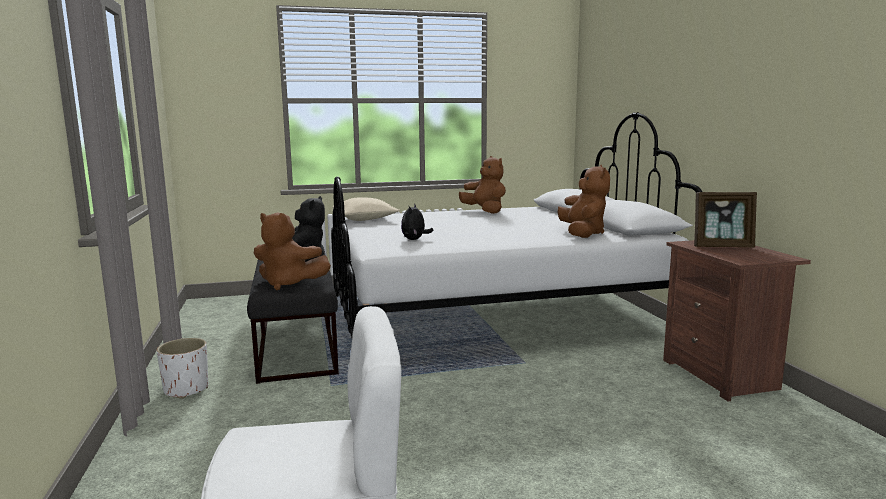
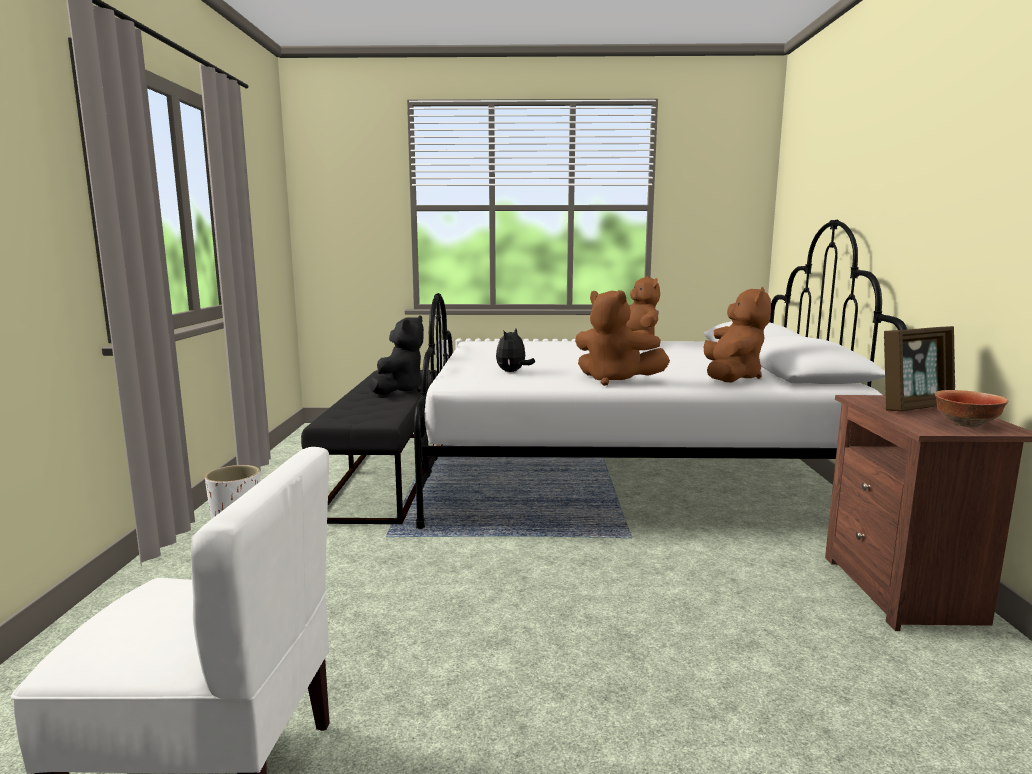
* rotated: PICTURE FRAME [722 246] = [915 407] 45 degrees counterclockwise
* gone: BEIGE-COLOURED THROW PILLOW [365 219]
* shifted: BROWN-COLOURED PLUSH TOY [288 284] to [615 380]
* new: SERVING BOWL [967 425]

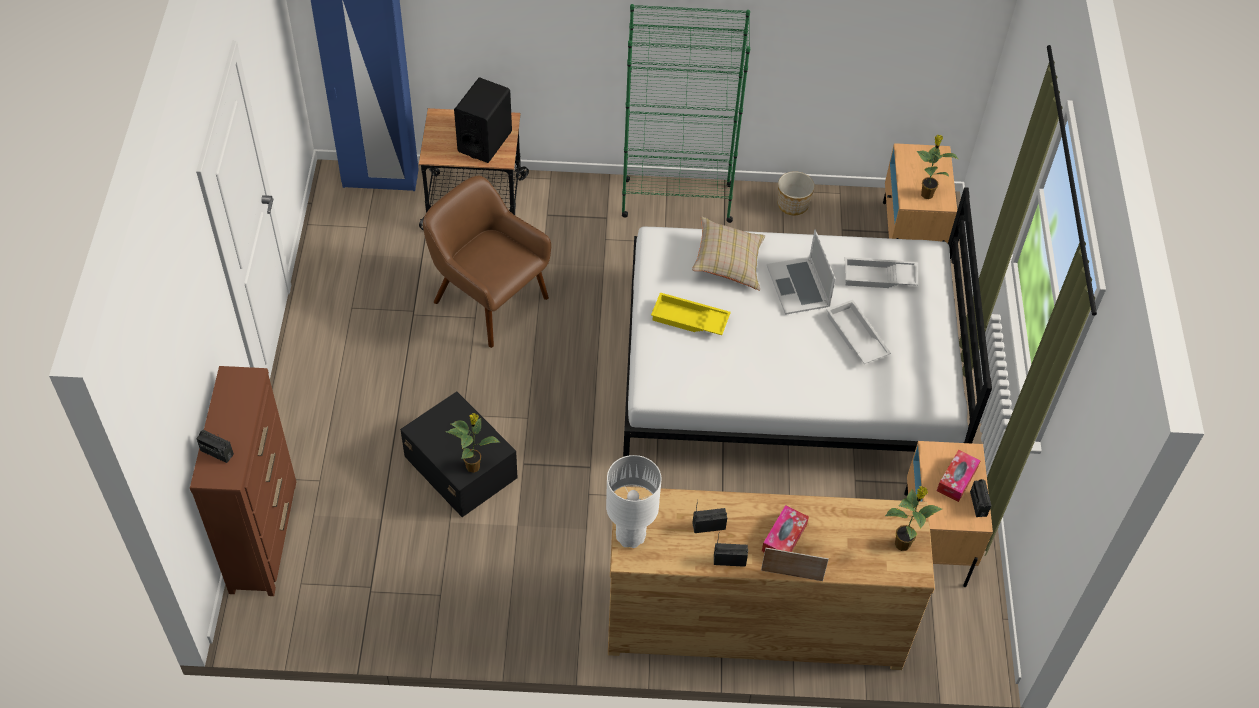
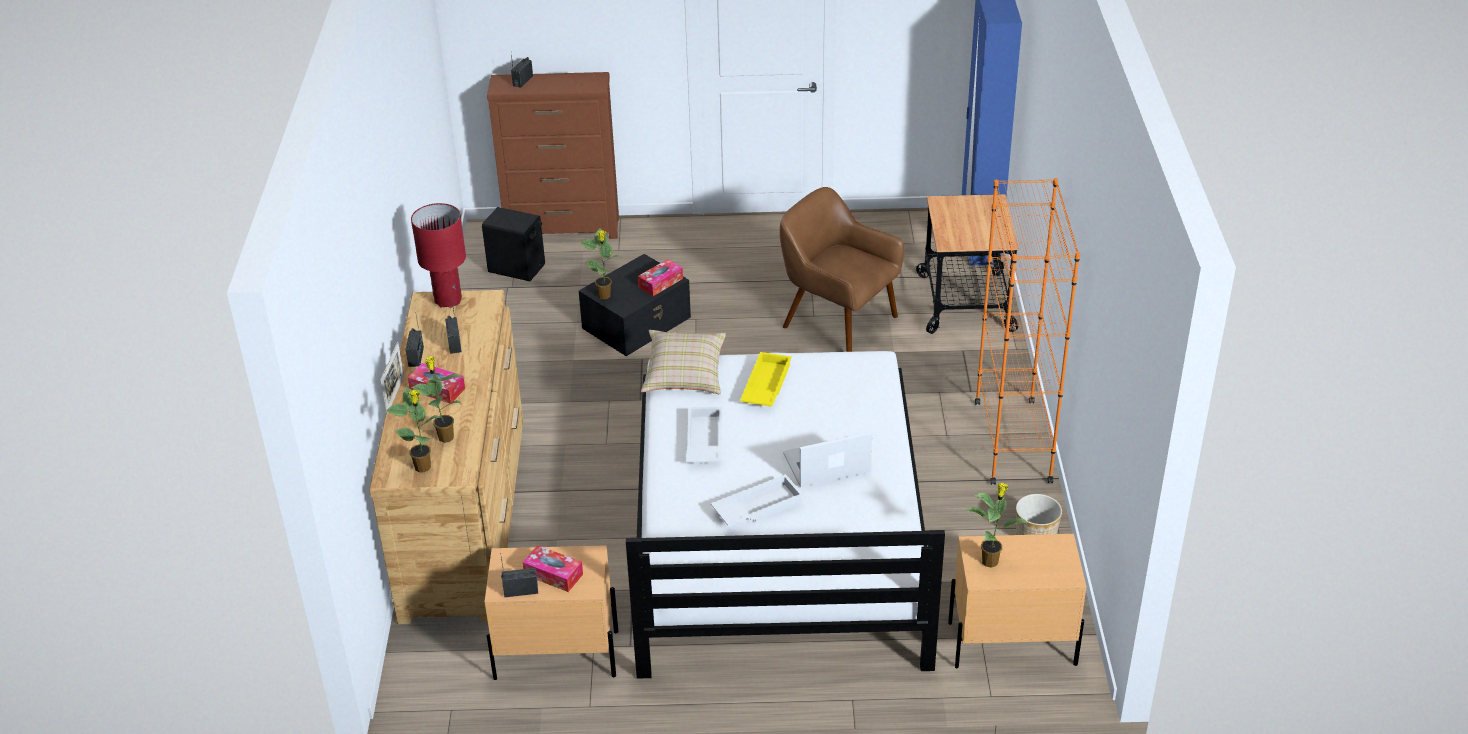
* repainted: GREENISH BOOKSHELF [676 200] to ORANGE-COLOURED BOOKSHELF [1012 441]
* shifted: BLACKISH AUDIO SPEAKER [485 141] to [517 268]
* rotated: BROWN-COLOURED LOUNGE CHAIR [489 300] = [837 322] 90 degrees counterclockwise
* shifted: BEIGE-COLOURED THROW PILLOW [728 263] to [684 375]
* shifted: WHITISH CARRYING TRAY [878 278] to [703 441]
* repainted: WHITISH TABLETOP LAMP [630 535] to REDDISH TABLETOP LAMP [448 300]
* new: TISSUE HOLDER [660 283]
* new: PLANT IN A POT [445 437]

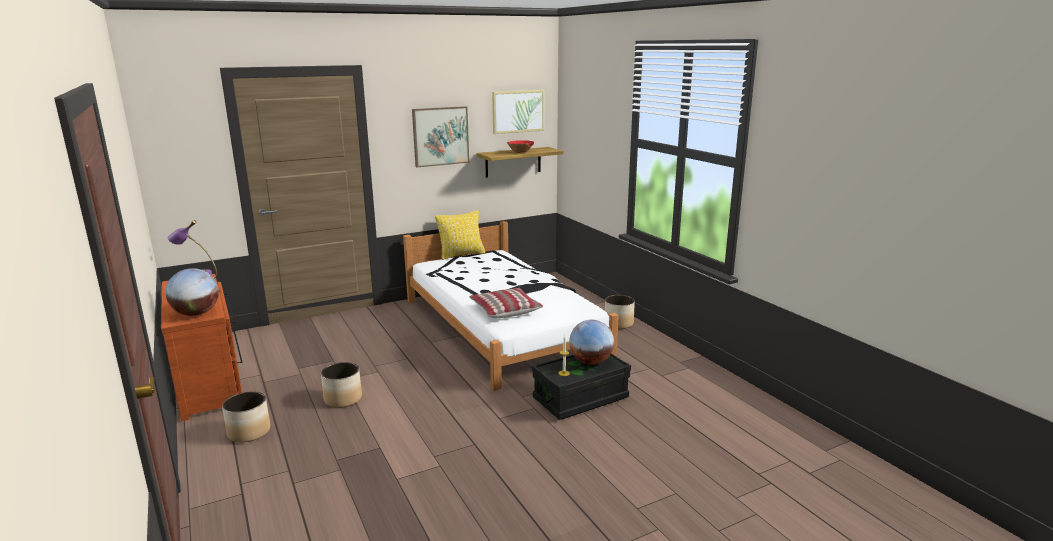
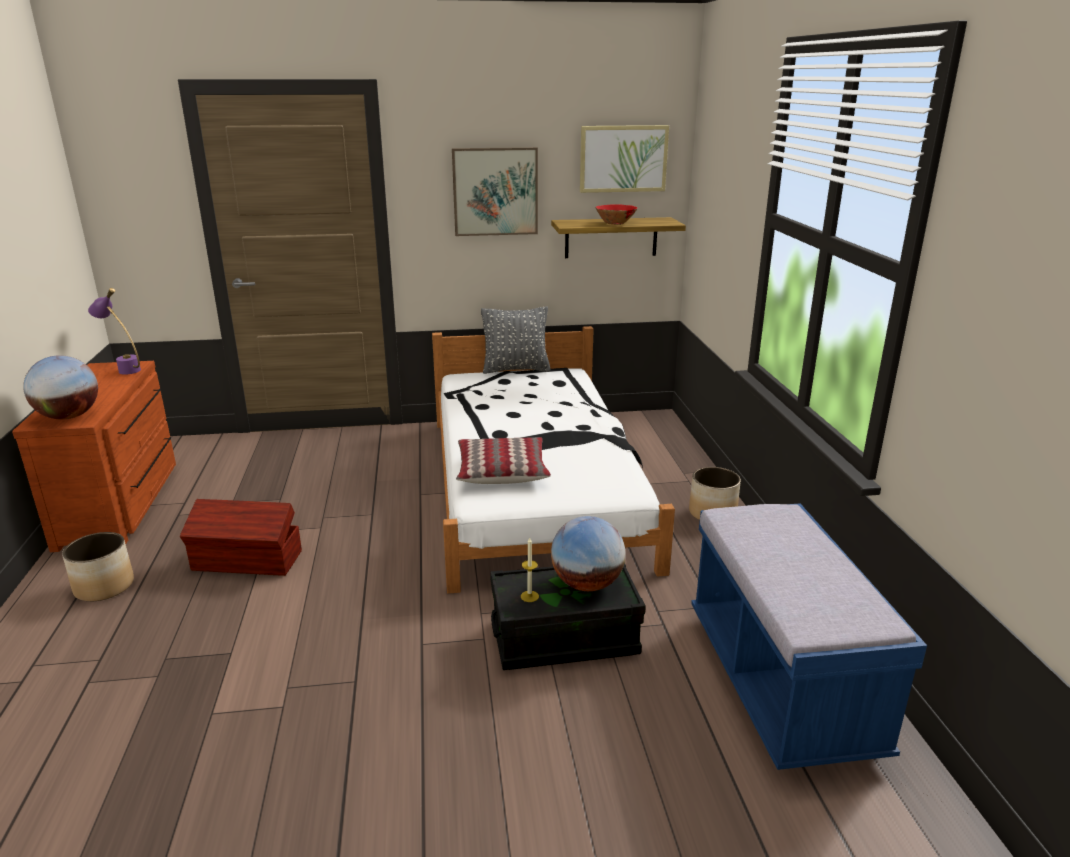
* repainted: YELLOW THROW PILLOW [461 255] to GRAY THROW PILLOW [516 369]
* swapped: FLOWER POT [343 399] to BROWN-COLOURED STORAGE CONTAINER [247 561]
* new: BLUE-COLOURED INDOOR BENCH [780 683]

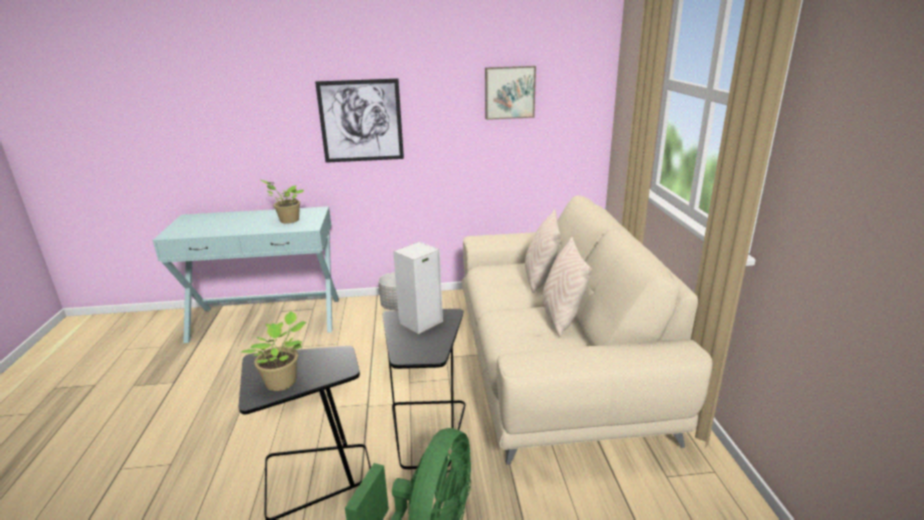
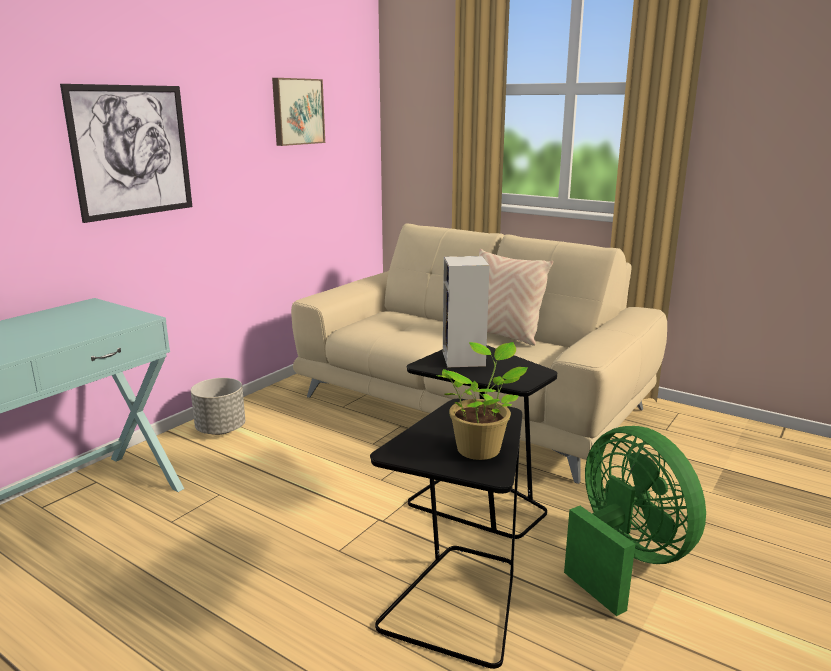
* gone: PLANT IN A POT [288 220]
* gone: BEIGE-COLOURED THROW PILLOW [540 279]

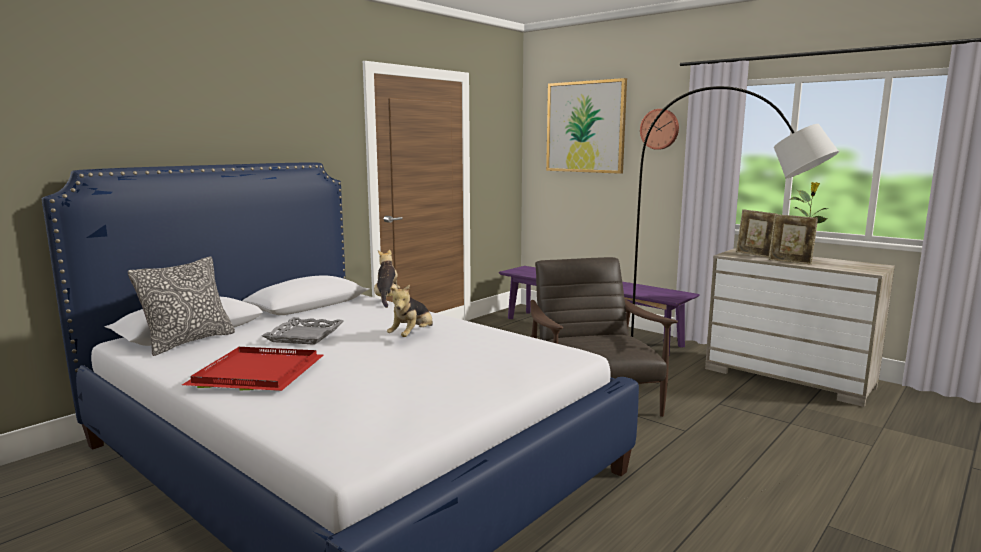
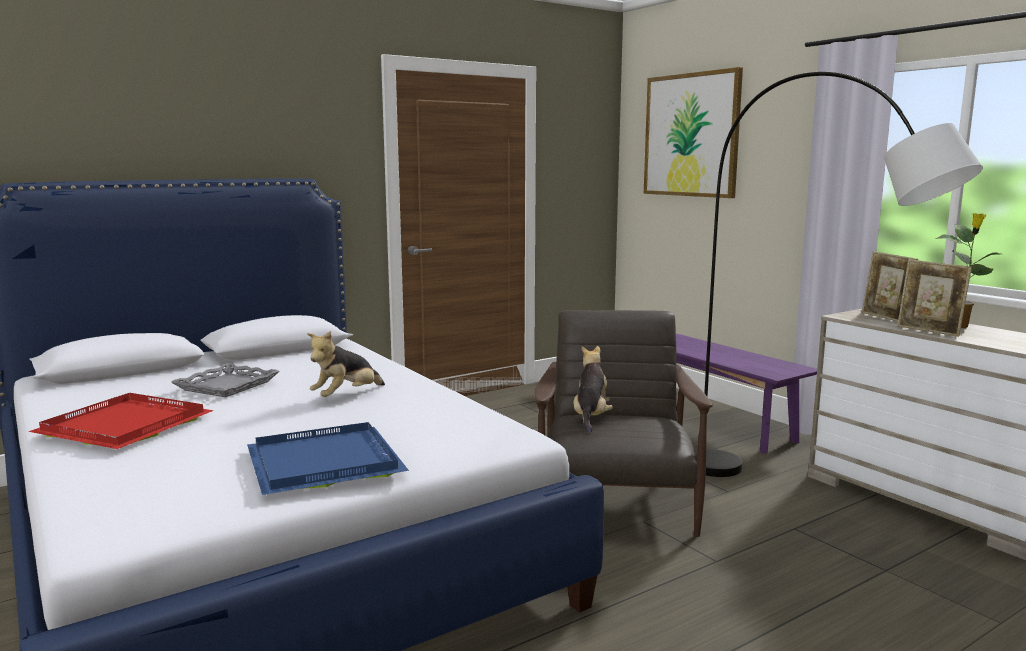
* gone: CLOCK ON THE WALL [660 129]
* shifted: PLUSH TOY [387 299] to [591 417]
* gone: THROW PILLOW [188 341]
* new: BLUE-COLOURED CARRYING TRAY [328 463]

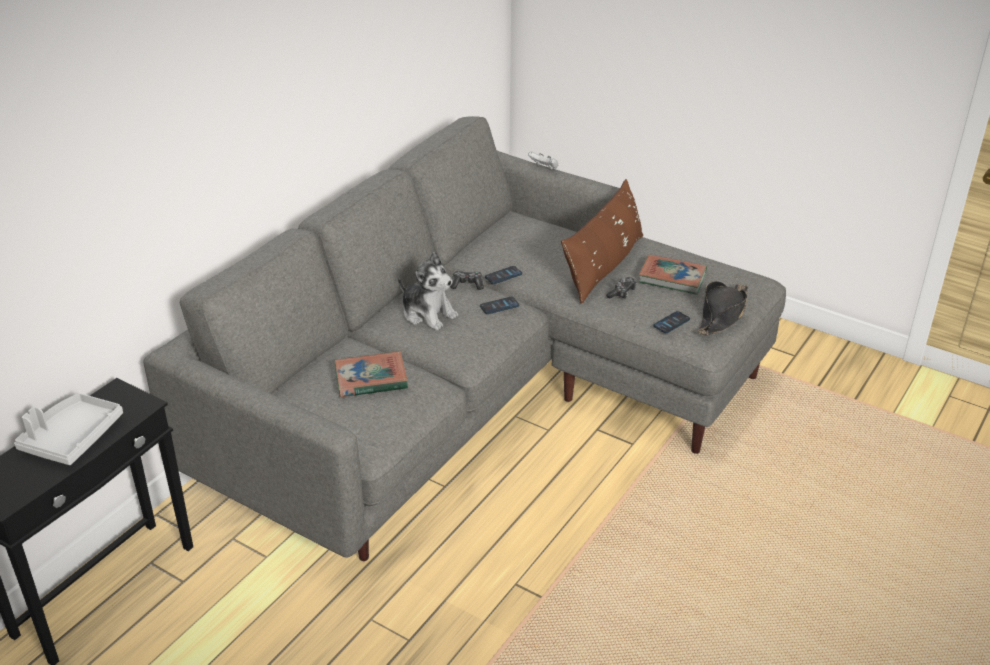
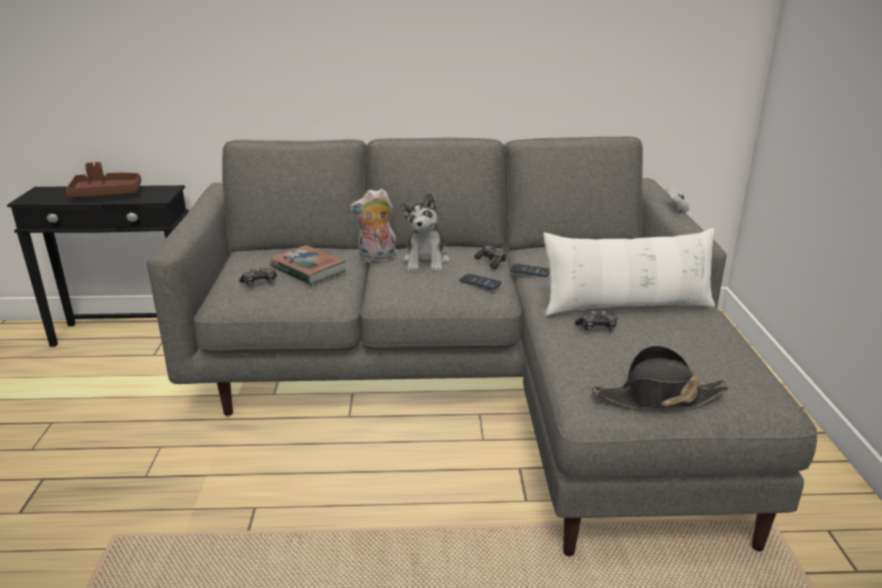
* repainted: BROWN-COLOURED THROW PILLOW [604 266] to WHITISH THROW PILLOW [626 306]
* gone: BOUND BOOK [672 278]
* gone: HANDSET [671 323]
* repainted: GRAY CARRYING TRAY [72 438] to BROWN-COLOURED CARRYING TRAY [106 194]
* new: PLUSH TOY [376 259]
* new: GAMEPAD [259 282]

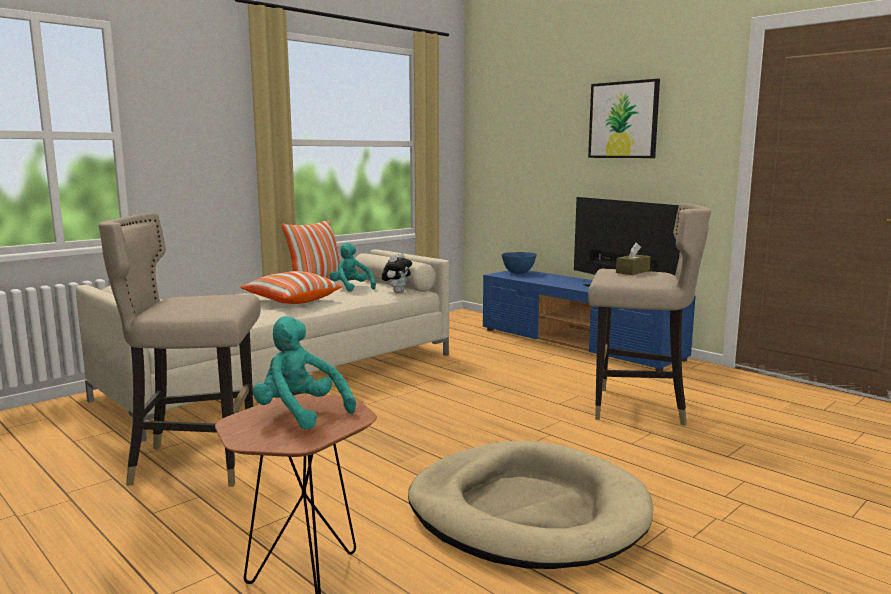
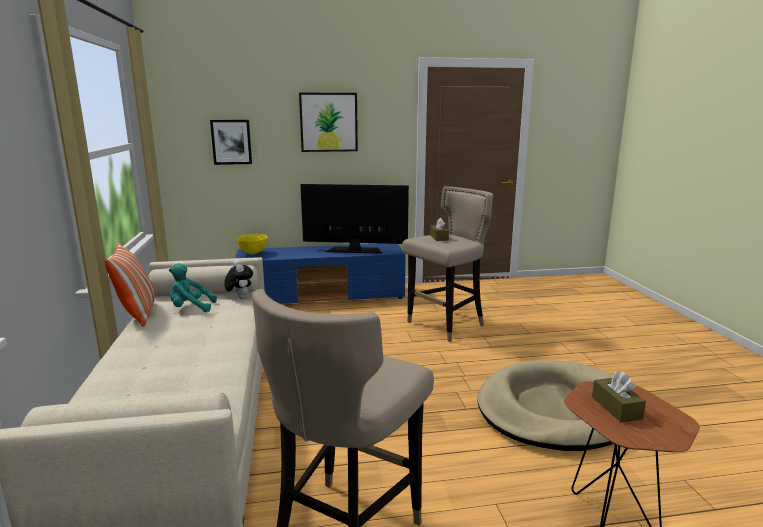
* repainted: BLUE-COLOURED SERVING BOWL [518 273] to YELLOW SERVING BOWL [253 253]
* gone: THROW PILLOW [291 301]
* swapped: TURQUOISE PLUSH TOY [300 413] to BROWN-COLOURED TISSUE HOLDER [616 408]
* new: PICTURE [231 142]

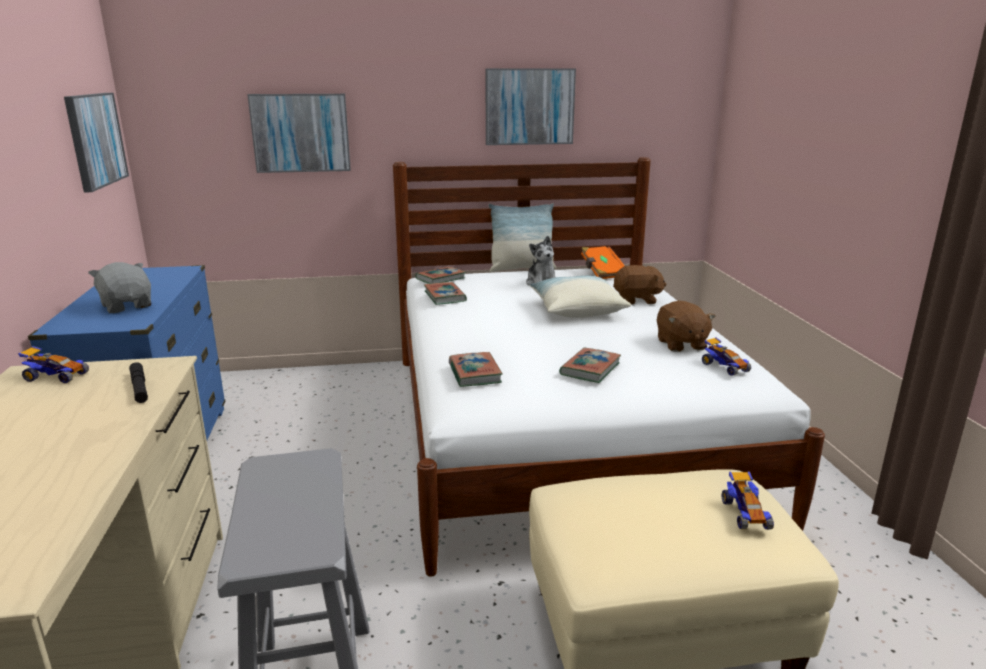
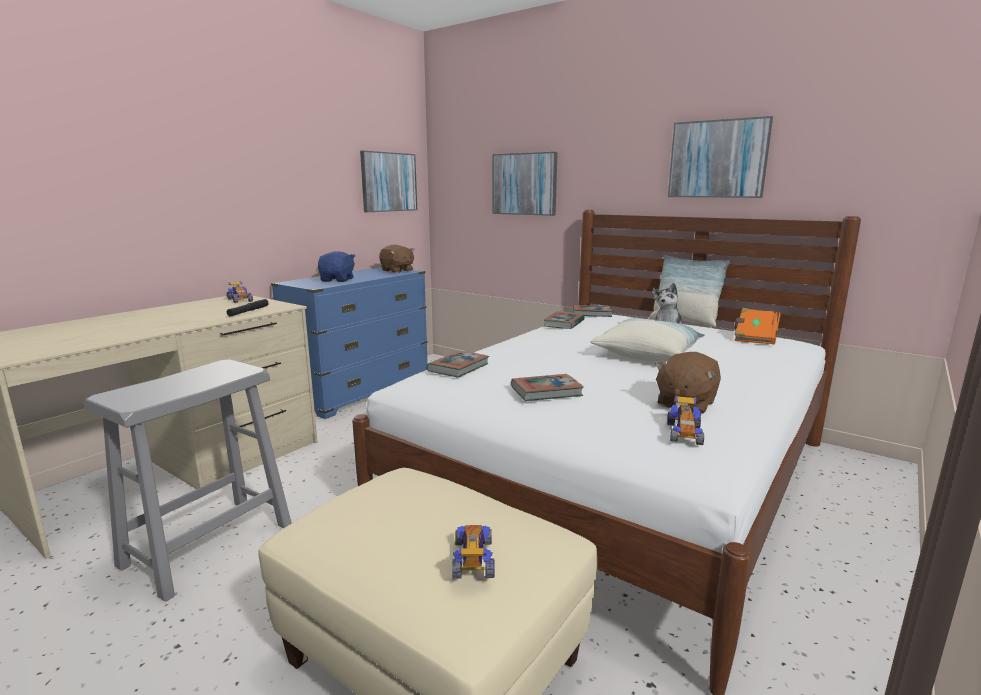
* repainted: GRAY PLUSH TOY [127 306] to BLUE-COLOURED PLUSH TOY [337 280]
* shifted: BROWN-COLOURED PLUSH TOY [637 300] to [397 271]
* rotated: TOY CAR [745 513] = [473 561] 135 degrees clockwise

